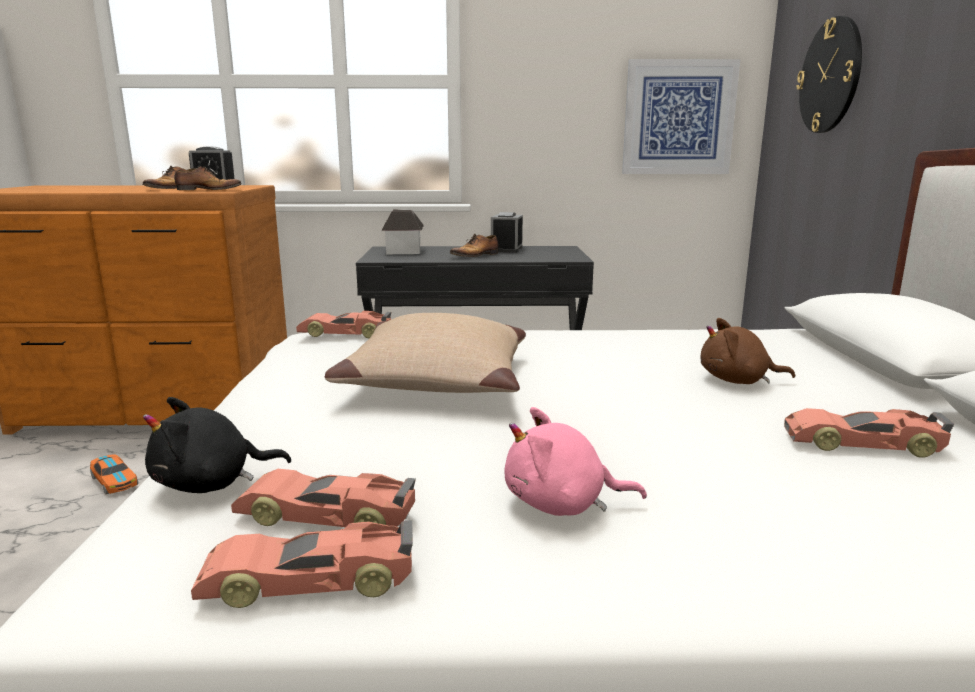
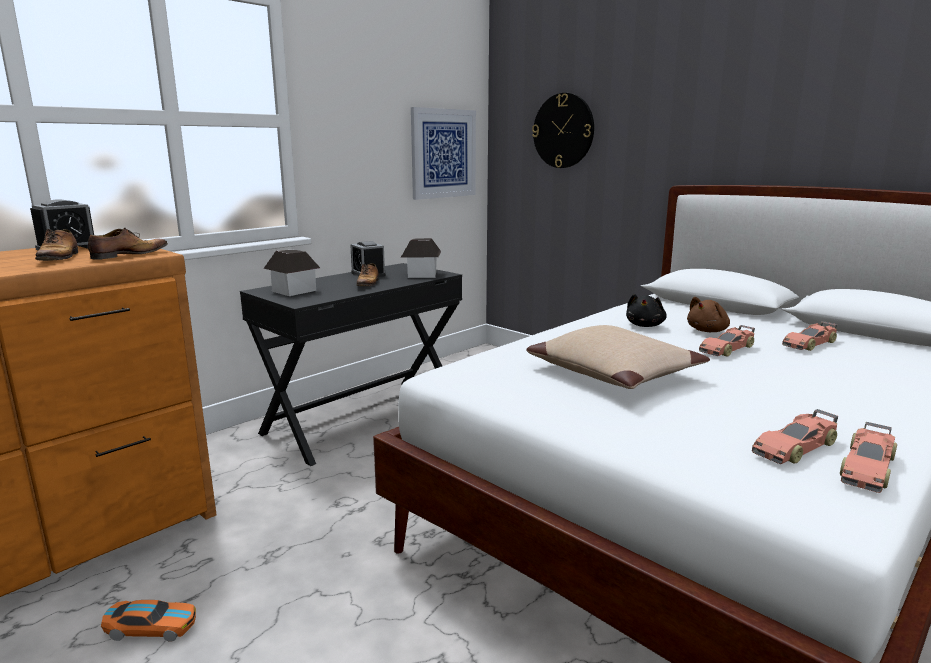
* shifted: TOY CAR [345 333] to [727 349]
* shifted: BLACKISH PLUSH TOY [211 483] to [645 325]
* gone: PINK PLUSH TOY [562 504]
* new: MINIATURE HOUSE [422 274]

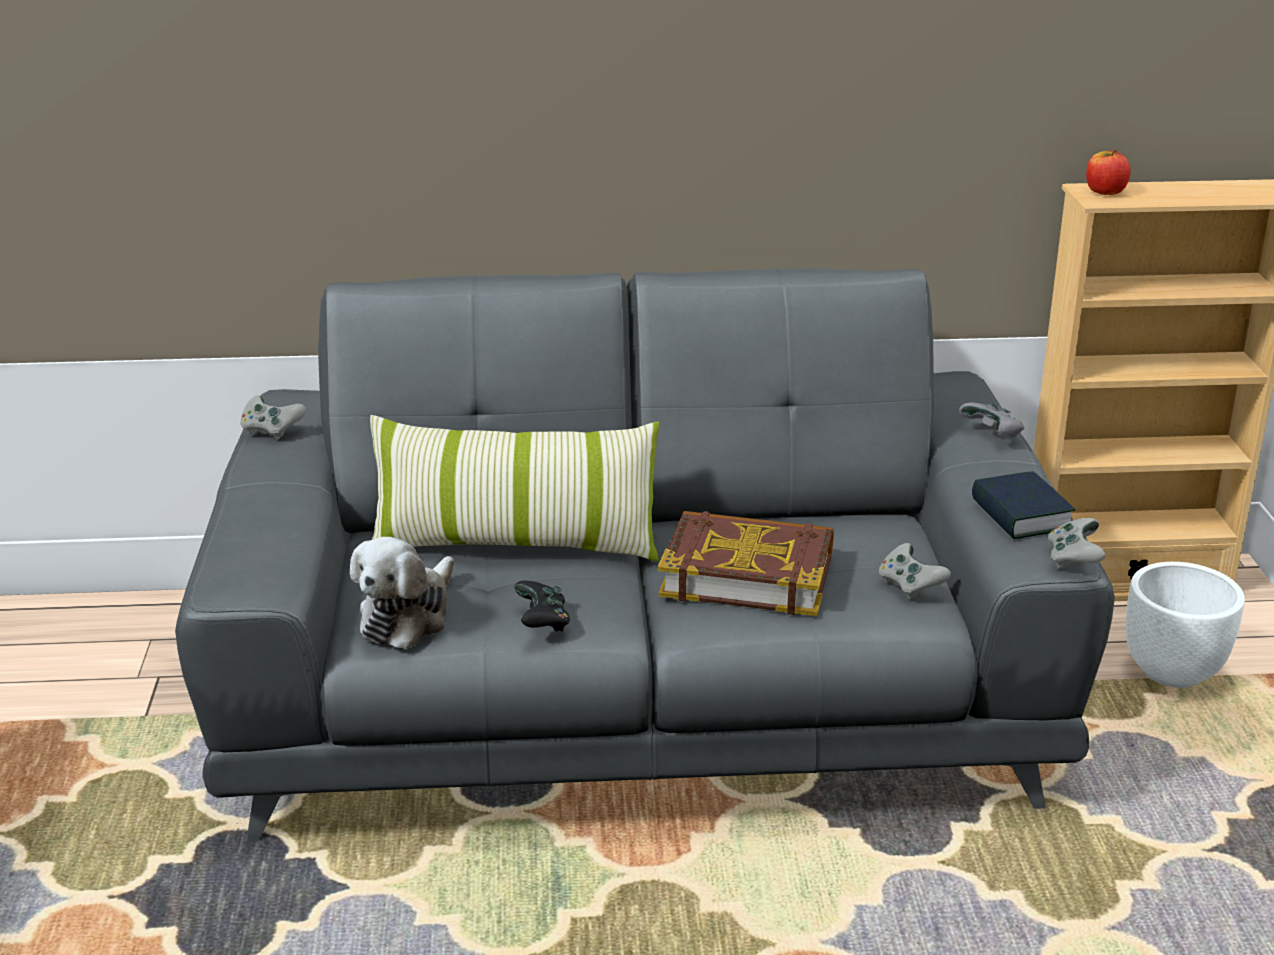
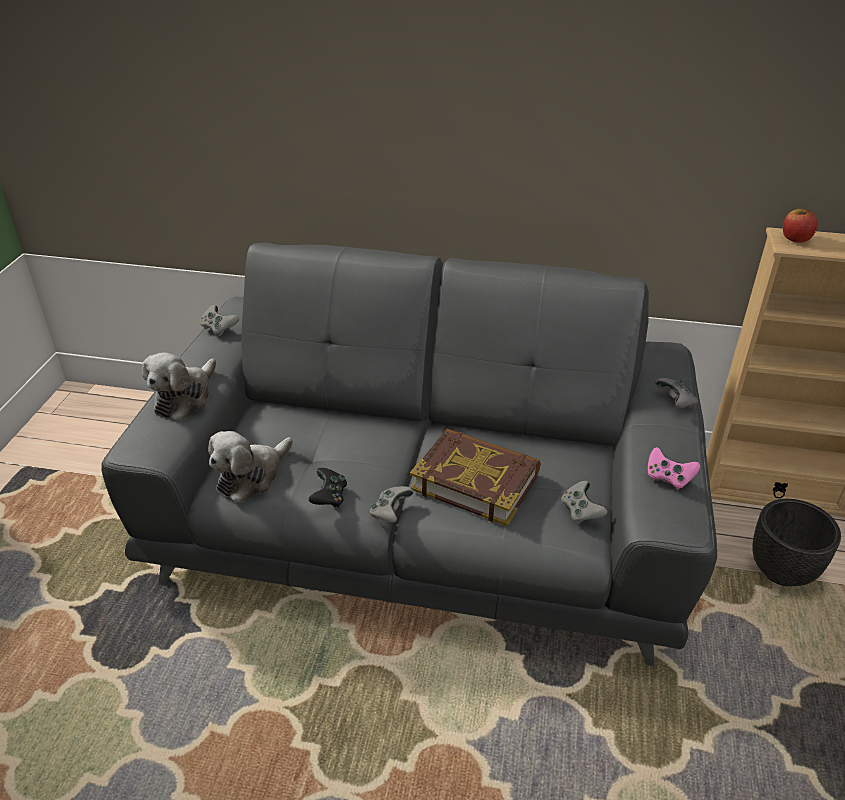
* gone: THROW PILLOW [515 543]
* swapped: BOUND BOOK [1020 515] to PINK GAMEPAD [668 478]
* shifted: GRAY GAMEPAD [1073 559] to [390 512]
* repainted: WHITISH FLOWER POT [1173 674] to BLACKISH FLOWER POT [781 572]
* new: PLUSH TOY [185 397]

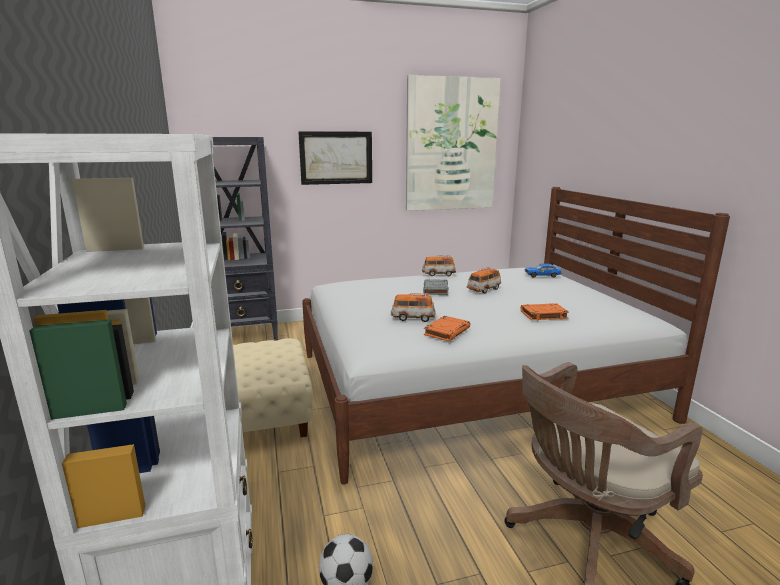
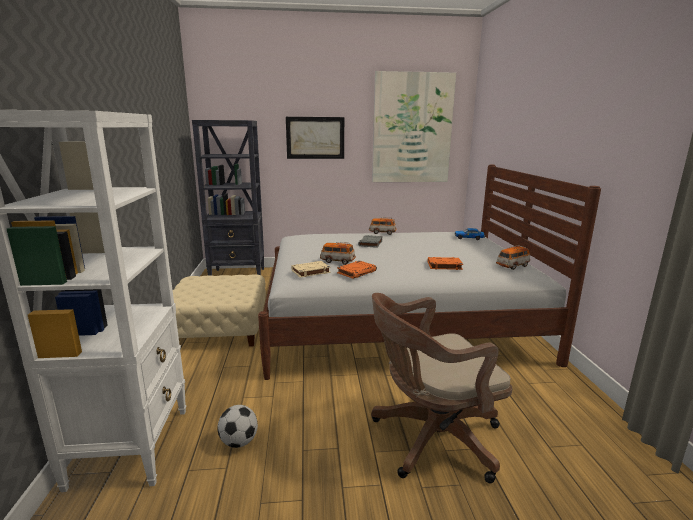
* shifted: TOY CAR [483 290] to [512 266]
* new: BEIGE-COLOURED BOUND BOOK [310 271]

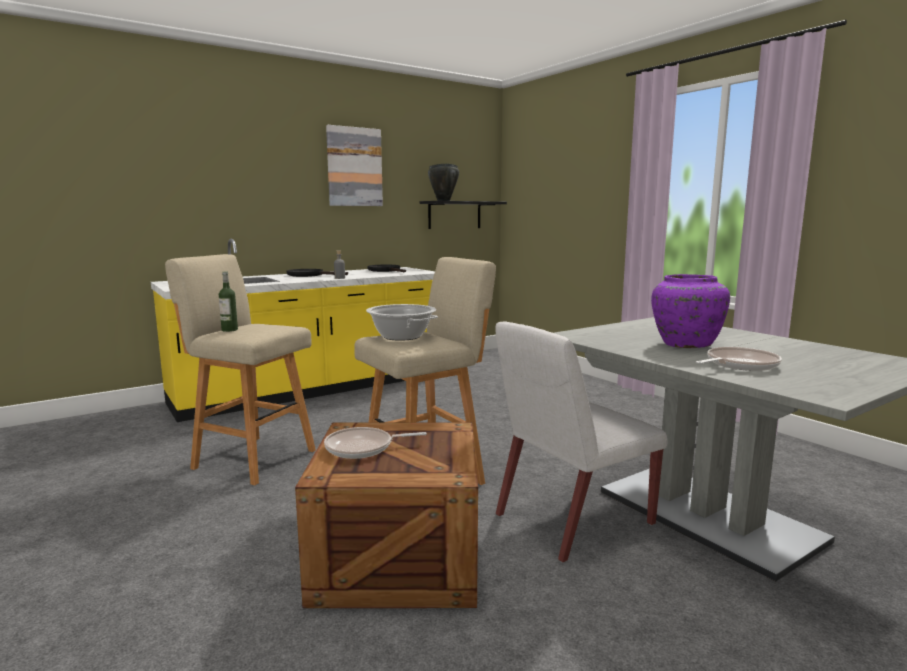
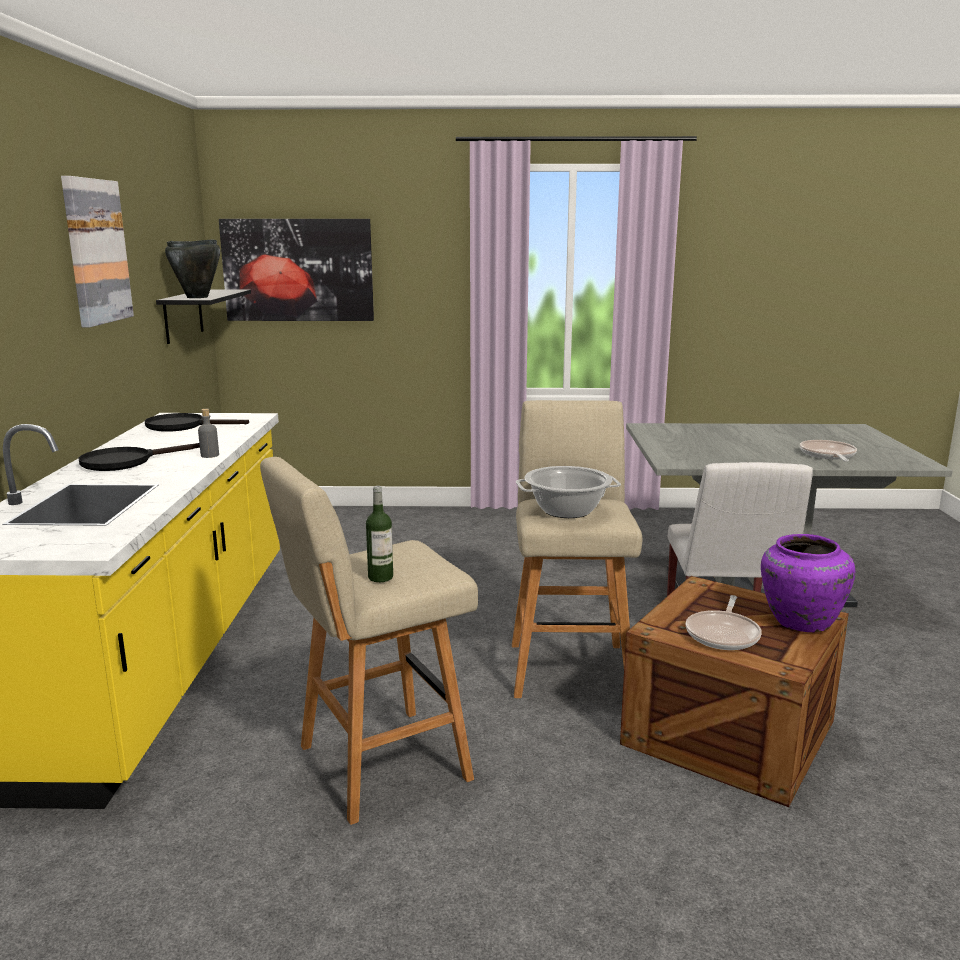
* shifted: PURPLE-COLOURED DECORATIVE VASE [685 344] to [799 621]
* new: PICTURE [298 270]

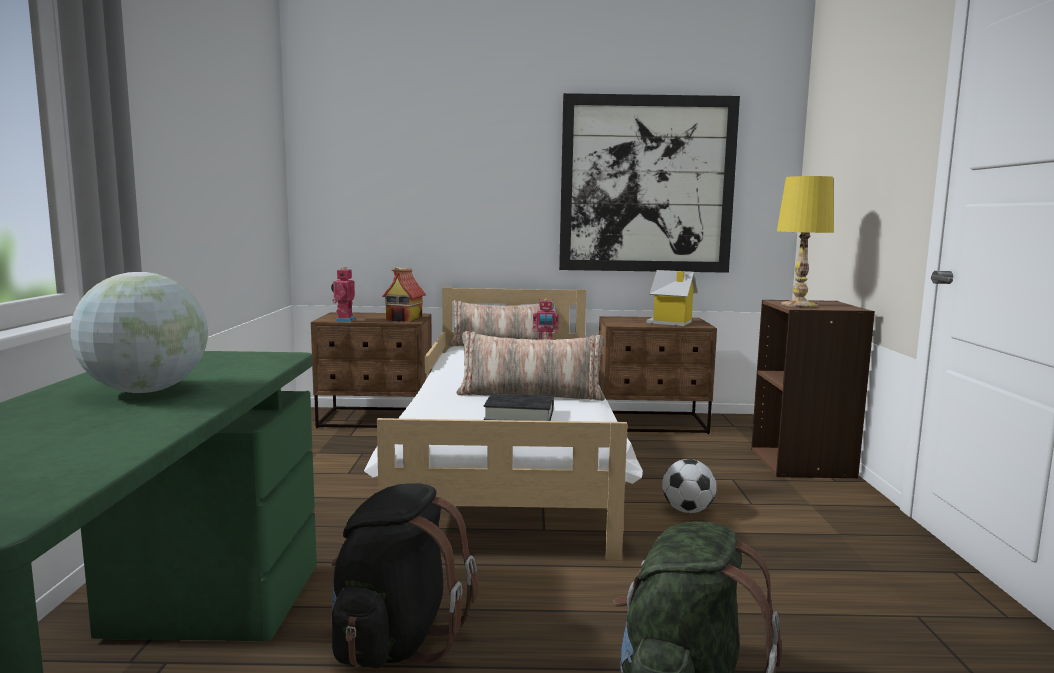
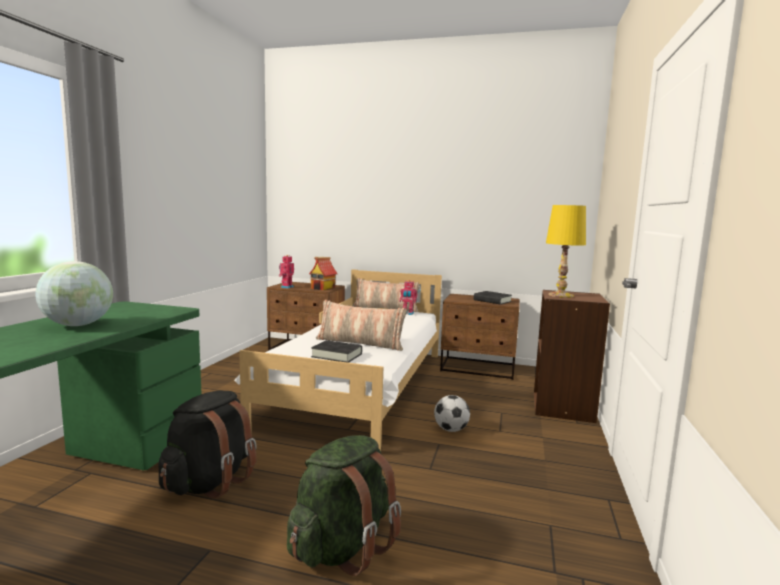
* gone: PICTURE [646 185]
* swapped: MINIATURE HOUSE [671 322] to BLACKISH BOUND BOOK [492 301]

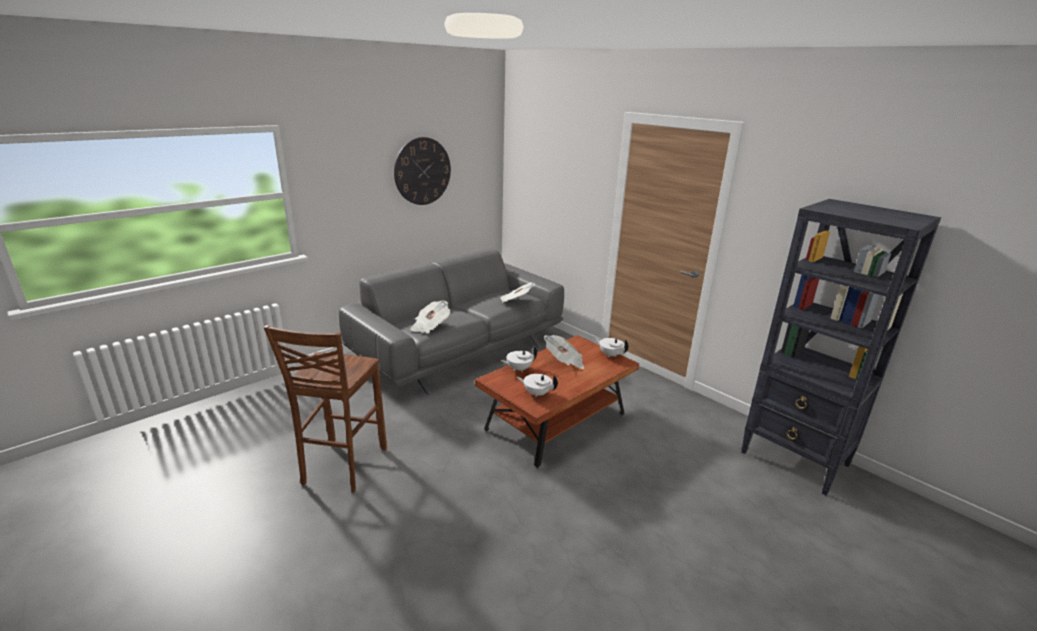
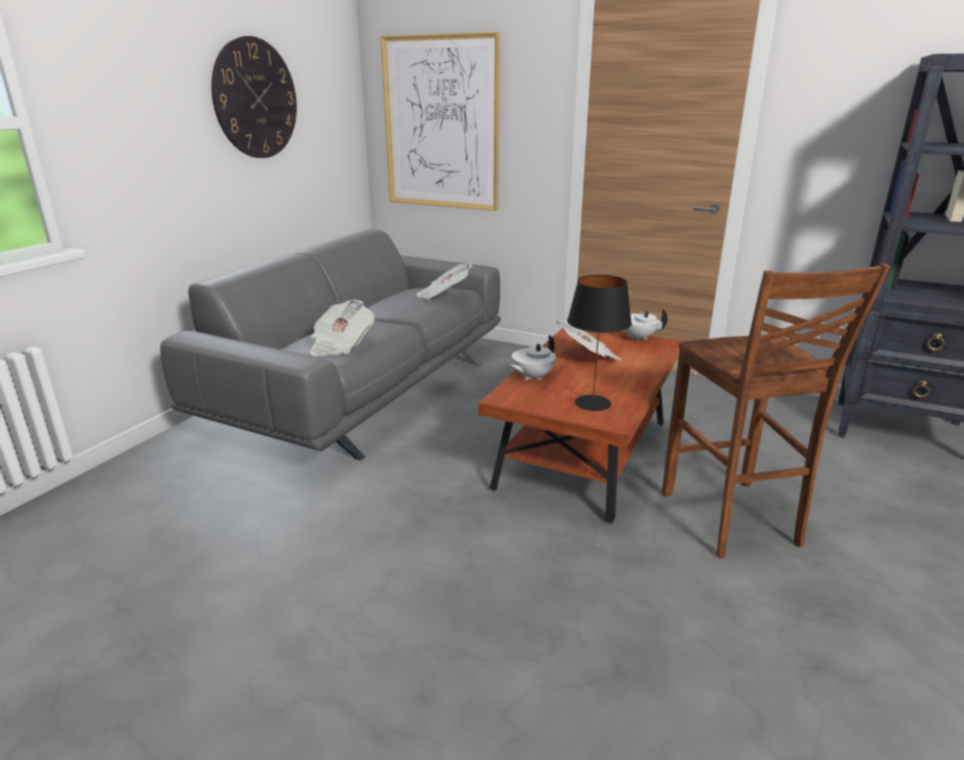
* shifted: BROWN-COLOURED STOOL SEAT [342 466] to [731 520]
* swapped: WHITISH TEAPOT [536 393] to BLACKISH TABLETOP LAMP [592 403]
* new: PICTURE [441 124]

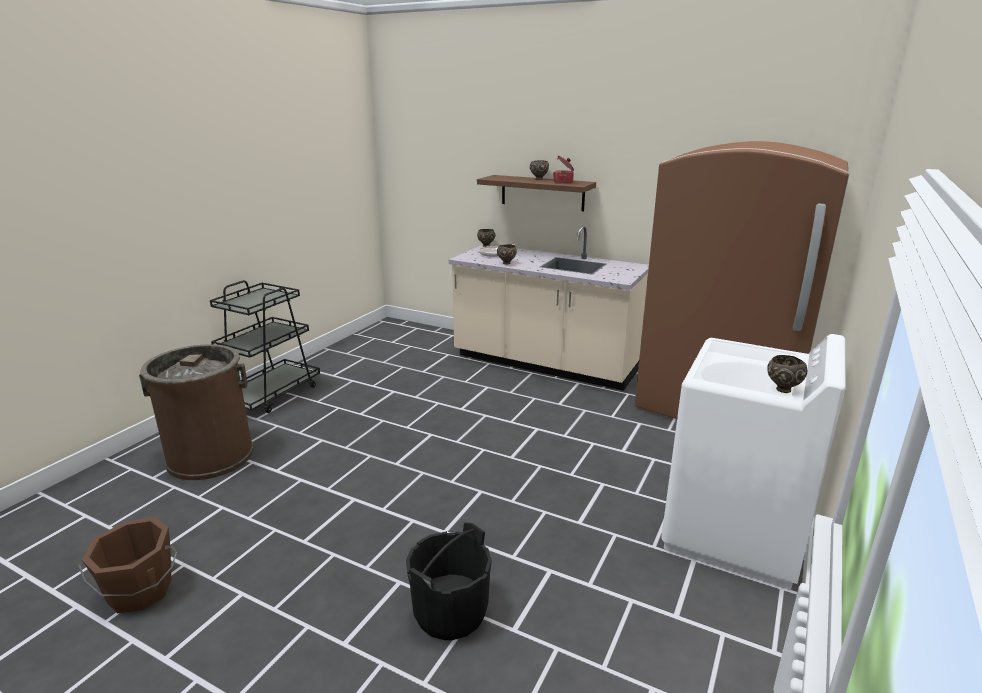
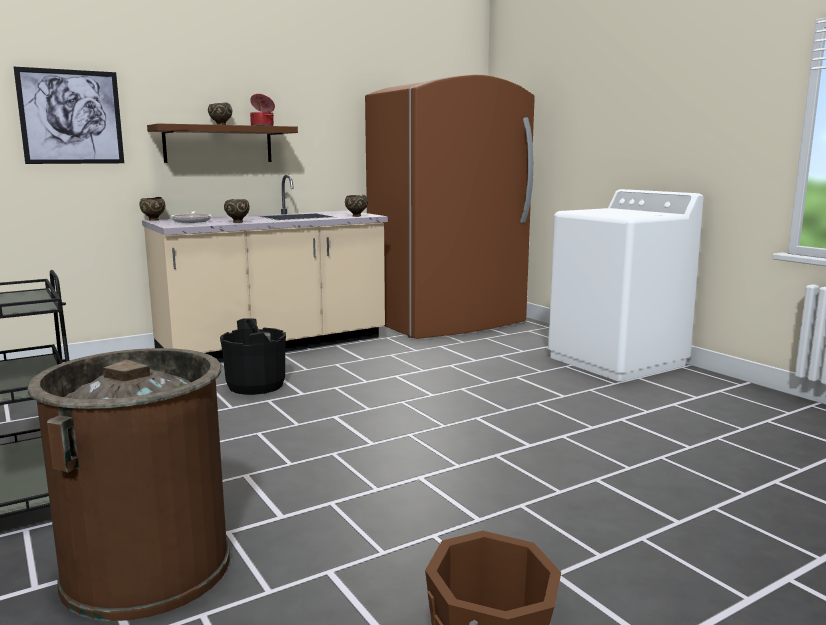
* shifted: BROWN-COLOURED SERVING BOWL [782 389] to [356 216]
* shifted: BLACKISH BUCKET [450 612] to [256 385]
* new: PICTURE [71 117]

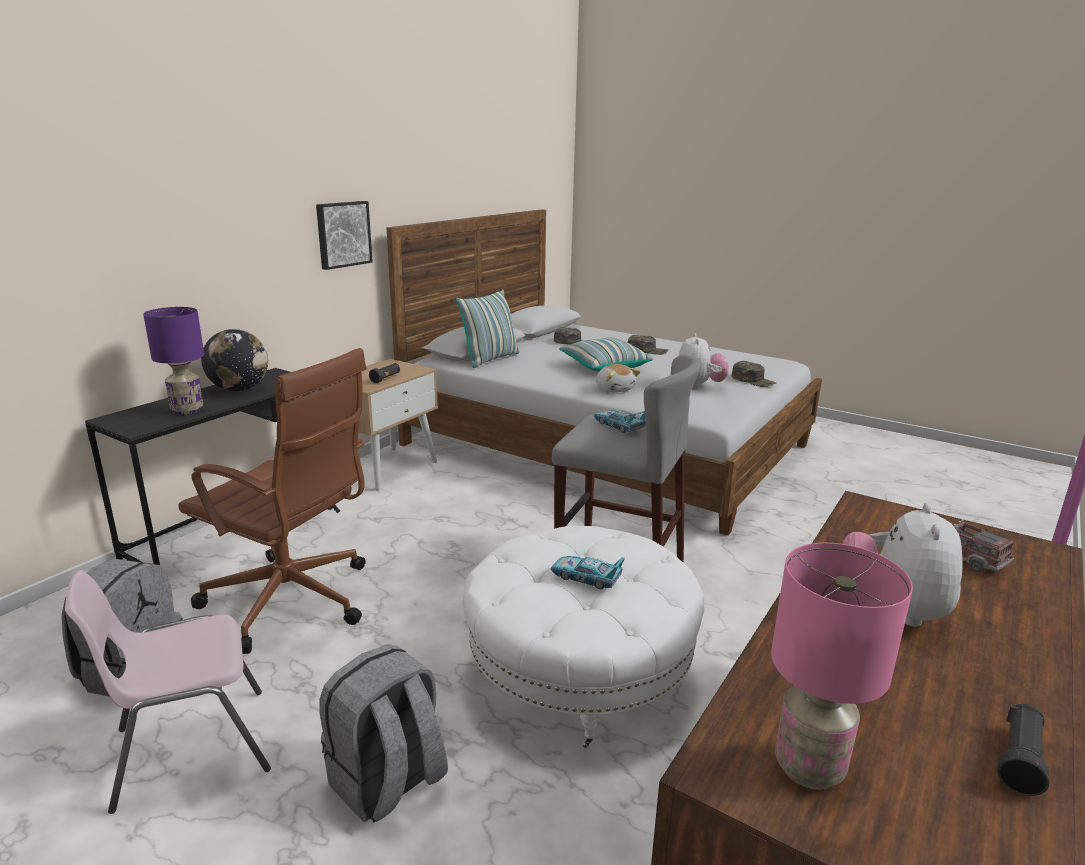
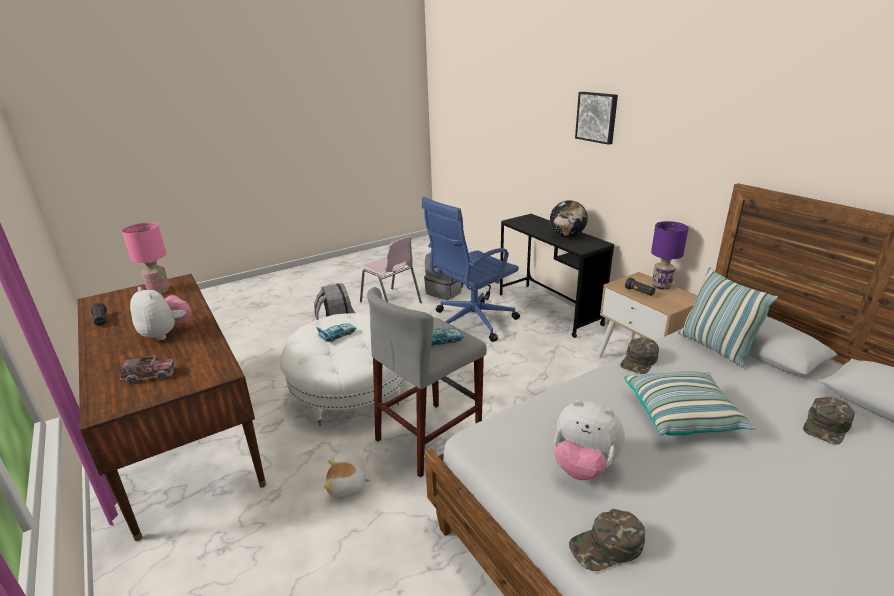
* shifted: PICTURE [342 234] to [597 117]
* shifted: PURPLE-COLOURED TABLETOP LAMP [187 410] to [661 286]
* shifted: GREENISH CAP [647 350] to [639 361]
* repainted: BROWN-COLOURED DESK CHAIR [292 602] to BLUE-COLOURED DESK CHAIR [471 322]
* shifted: PLUSH TOY [615 389] to [346 488]
* rotated: PINK PLAIN CHAIR [189 748] = [391 302] 135 degrees clockwise

